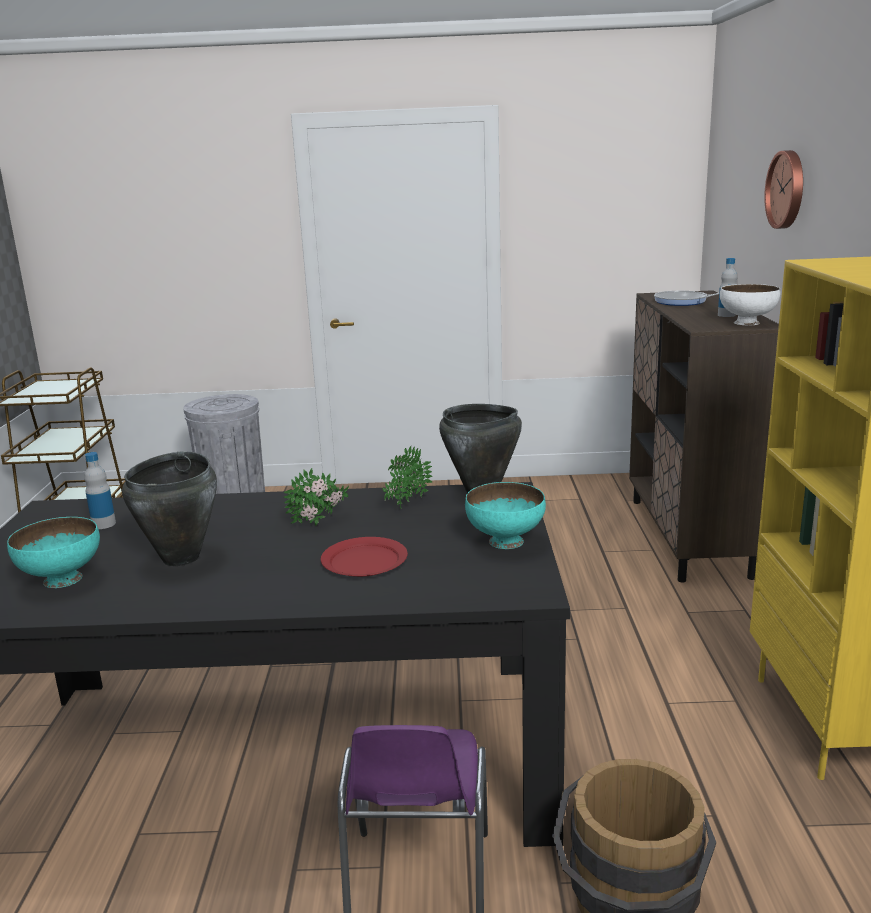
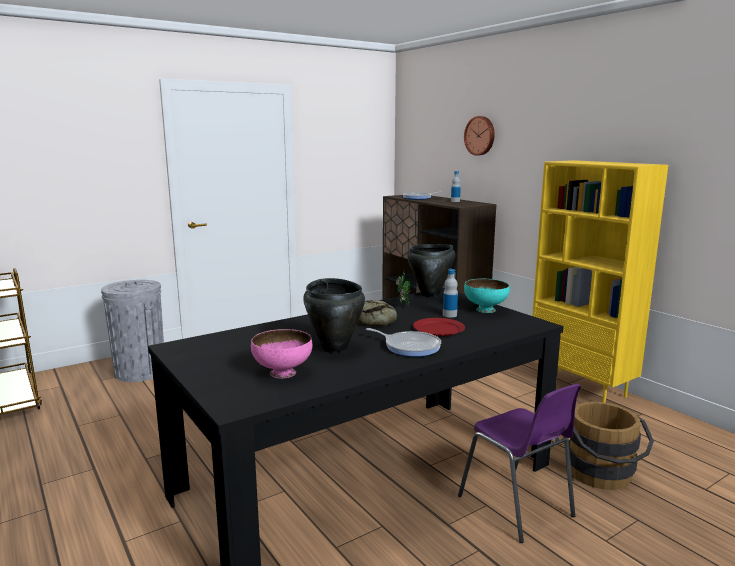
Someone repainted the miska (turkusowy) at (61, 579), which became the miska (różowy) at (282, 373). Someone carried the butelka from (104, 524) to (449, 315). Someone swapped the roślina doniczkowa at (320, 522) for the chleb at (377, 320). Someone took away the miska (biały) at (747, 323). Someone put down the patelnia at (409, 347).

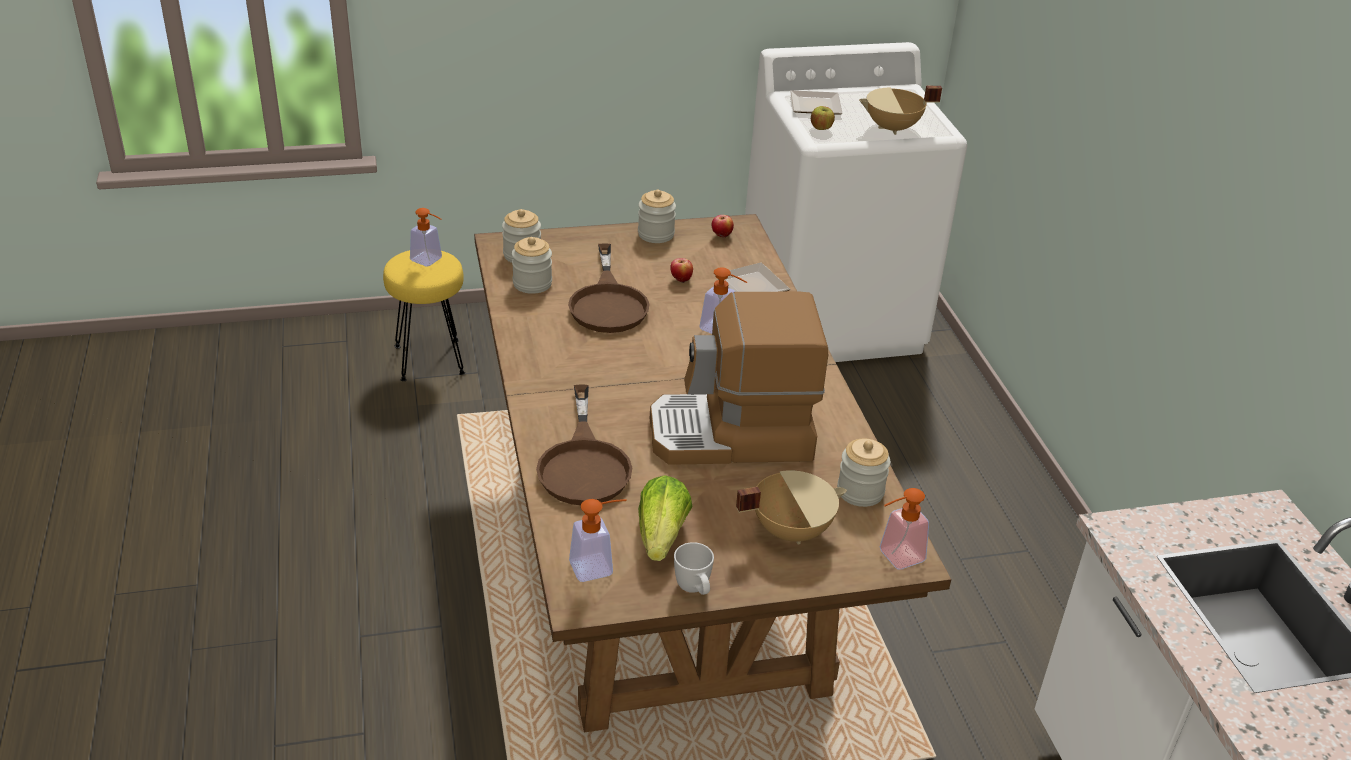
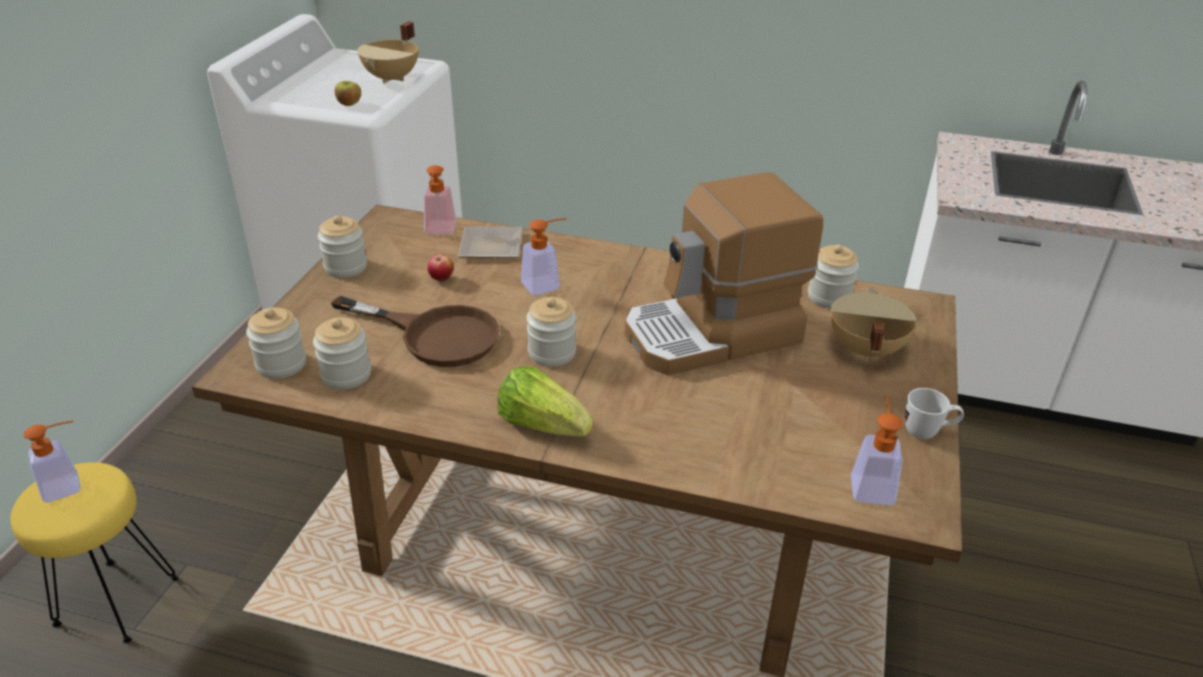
Someone took away the patelnia (brązowy) at (584, 463). Someone carried the sałata from (661, 536) to (542, 424). Someone rotated the ekspres do kawy at (732, 436) by 45 degrees clockwise. Someone took away the jabłko at (721, 236). Someone took away the talerz at (813, 107). Someone carried the dozownik mydła from (895, 558) to (439, 231). Someone put down the słoik at (552, 352).

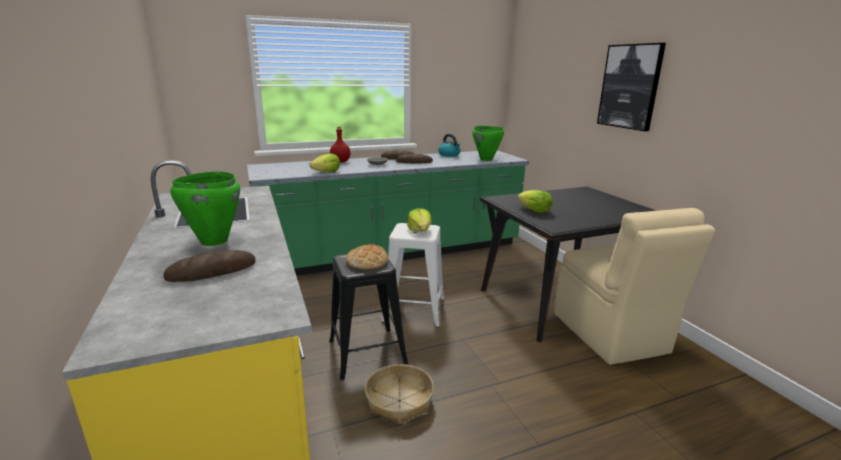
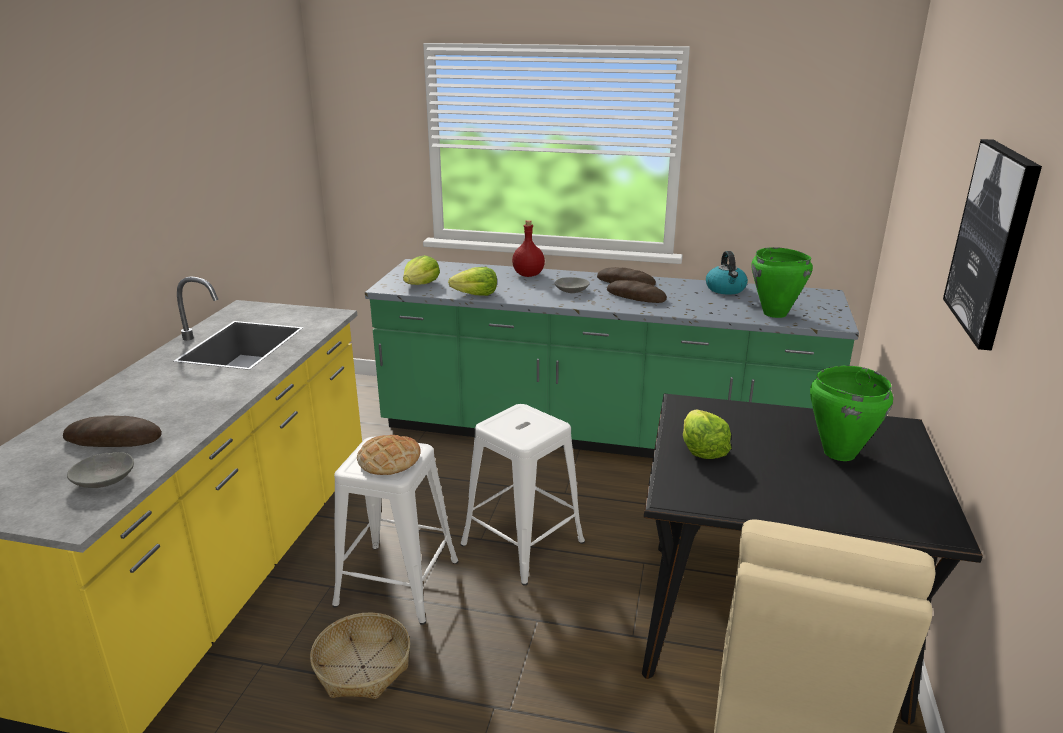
Someone carried the garnek (zielony) from (213, 241) to (838, 453). Someone repainted the stołek (czarny) at (367, 352), which became the stołek (biały) at (397, 582). Someone carried the sałata from (420, 230) to (421, 284). Someone put down the miska (szary) at (105, 479).

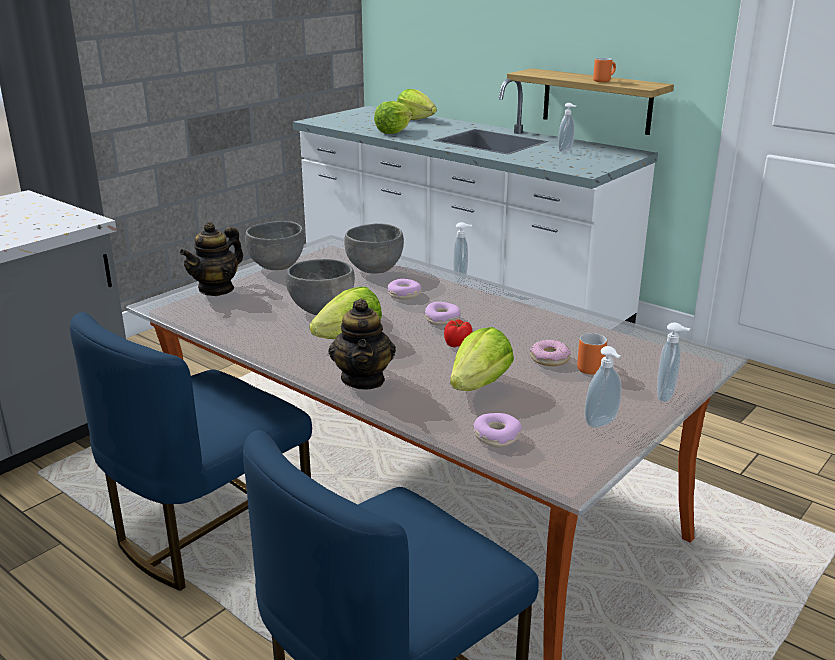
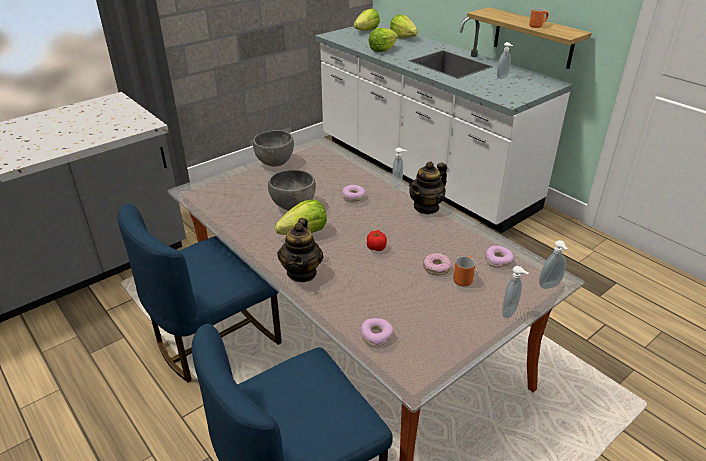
Someone carried the imbryk from (216, 289) to (426, 207). Someone took away the miska (szary) at (374, 269). Someone carried the donut from (442, 319) to (498, 260). Someone carried the sałata from (479, 385) to (366, 31). Someone carried the dozownik mydła from (602, 424) to (550, 286).

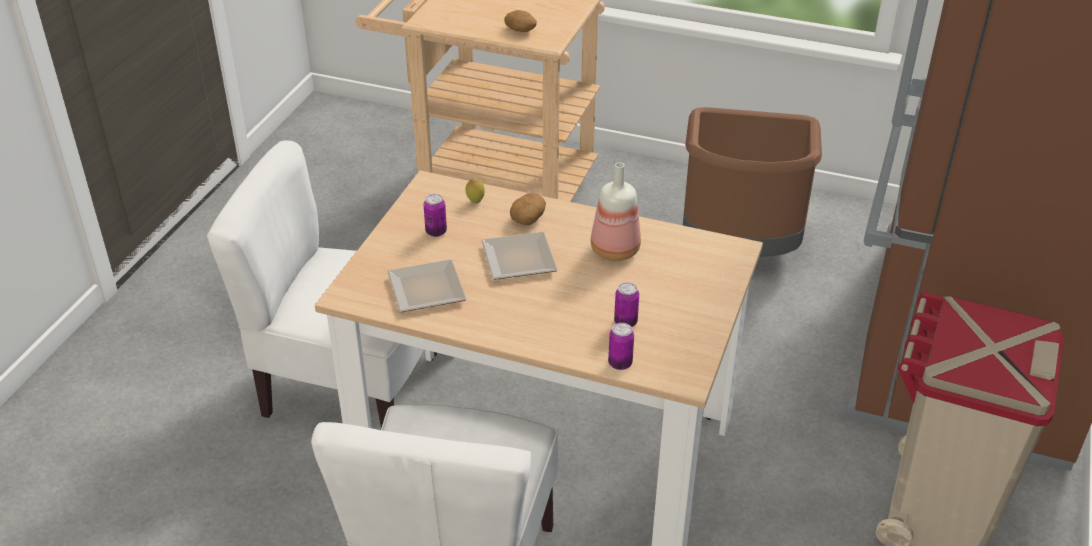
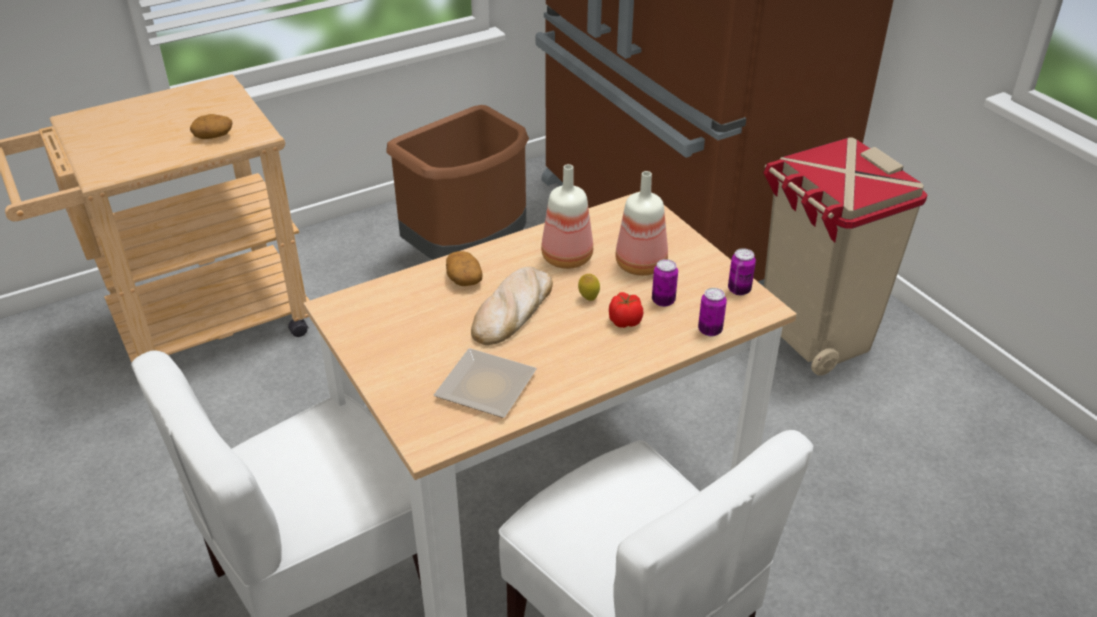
Someone carried the puszka from (436, 232) to (739, 290). Someone carried the cytryna from (475, 201) to (588, 298). Someone swapped the talerz at (520, 258) for the chleb at (512, 310). Someone put down the pomidor at (624, 321). Someone put down the butelka at (641, 264).

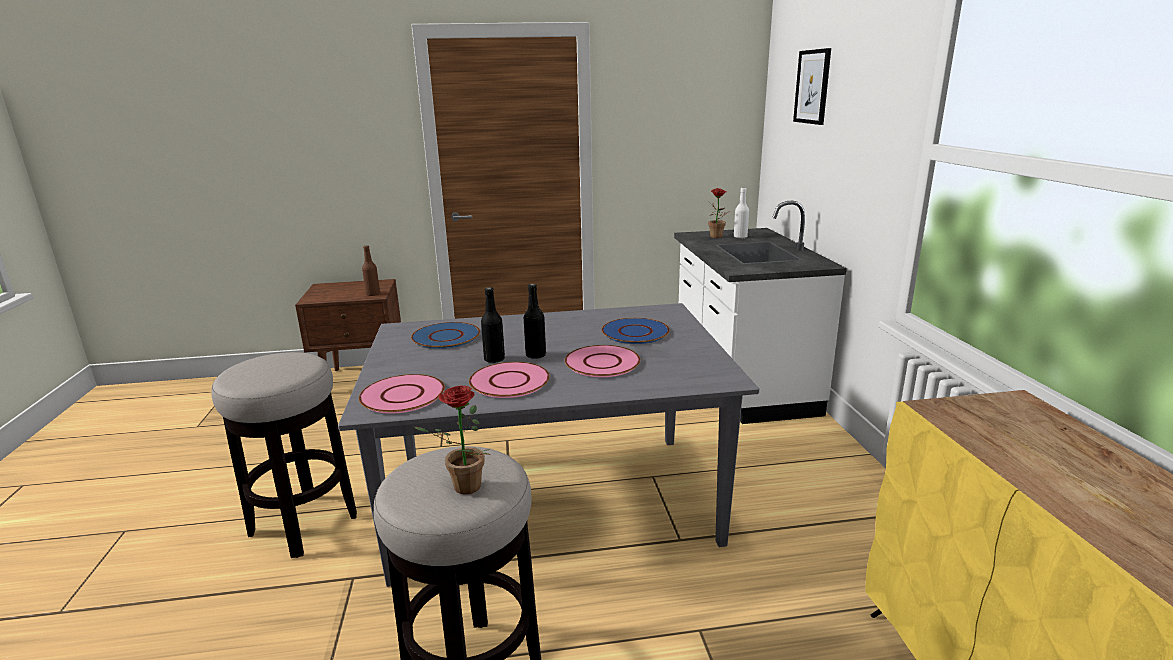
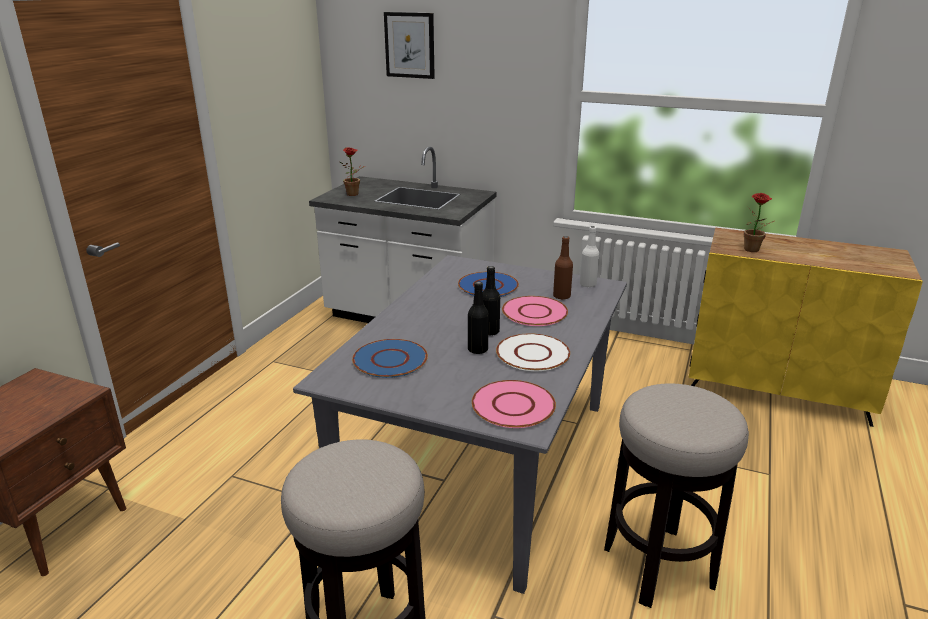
Someone carried the butelka (brązowy) from (373, 294) to (561, 296). Someone carried the roślina doniczkowa from (461, 488) to (752, 251). Someone repainted the talerz (różowy) at (510, 381), which became the talerz (biały) at (532, 353). Someone carried the butelka (biały) from (740, 237) to (588, 284).

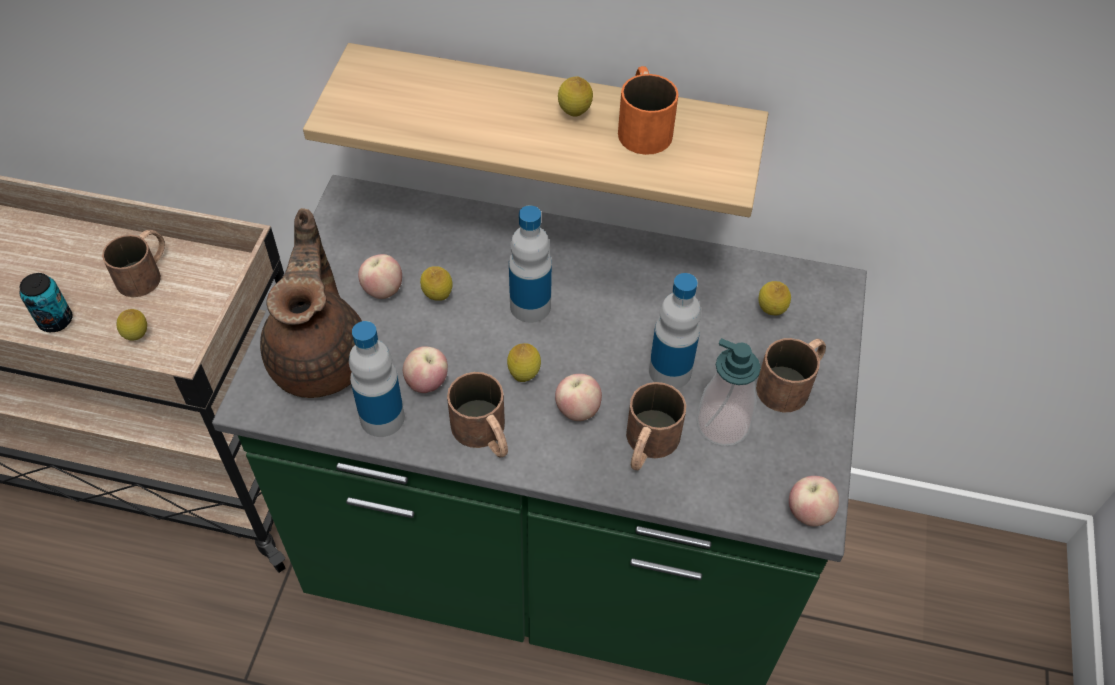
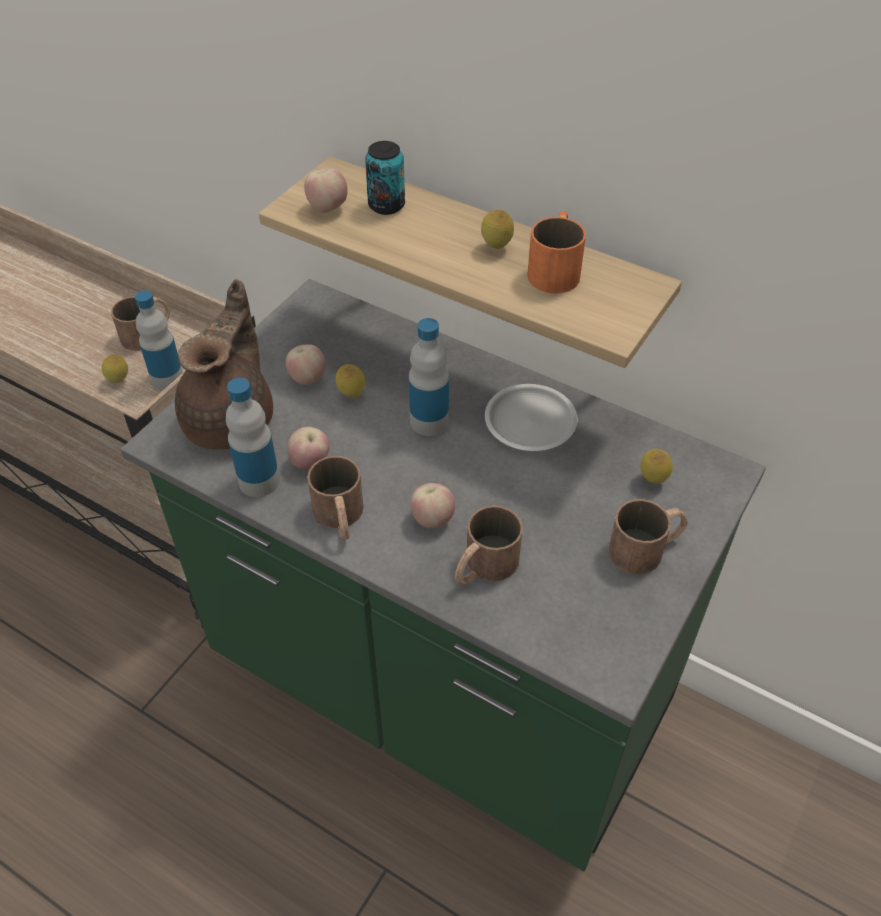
Someone carried the puszka from (56, 320) to (386, 205). Someone took away the cytryna at (524, 375). Someone carried the butelka from (670, 371) to (167, 378). Someone took away the dozownik mydła at (722, 425). Someone carried the jabłko from (808, 513) to (327, 208). Someone put down the talerz (biały) at (530, 422).

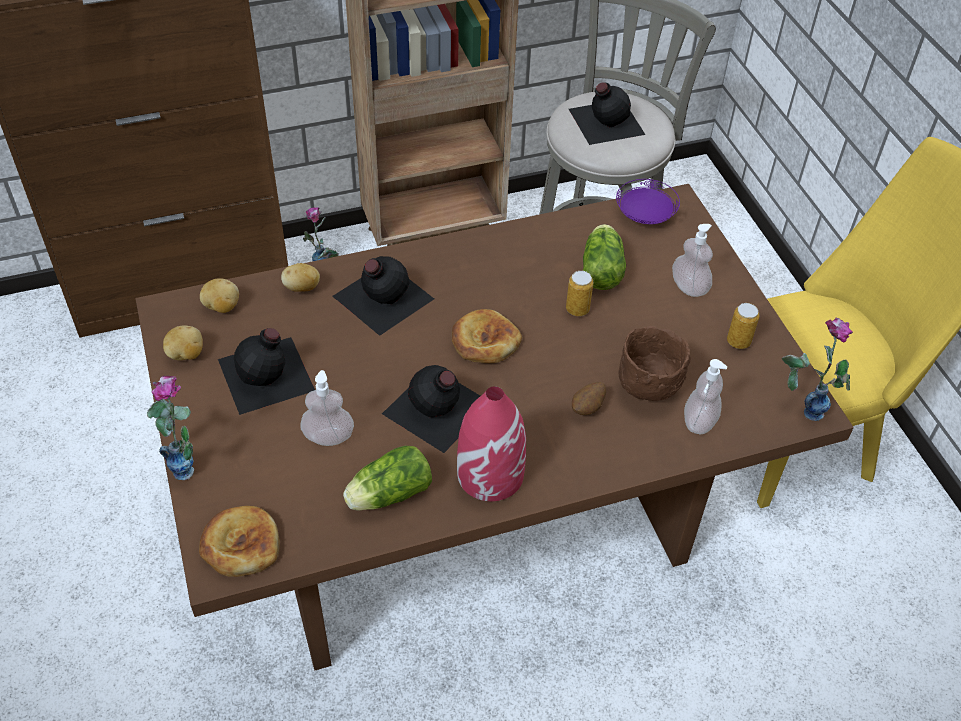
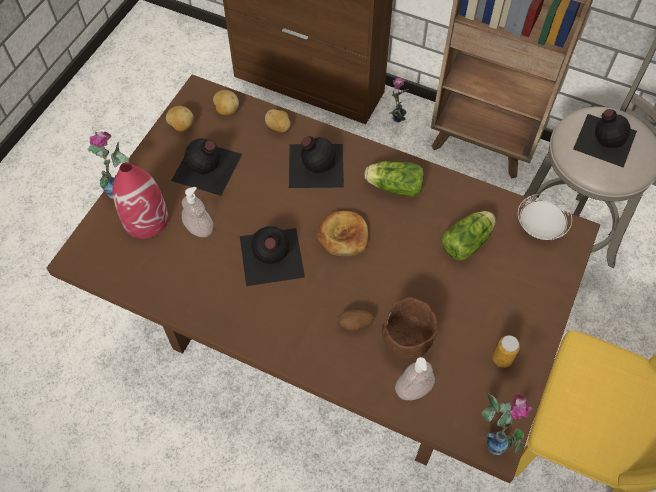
Someone took away the chleb at (241, 544). Someone carried the sałata from (387, 495) to (392, 186). Someone carried the wazon (czerwony) from (490, 473) to (146, 219). Someone took away the puszka at (577, 309). Someone repainted the talerz (fioletowy) at (645, 215), which became the talerz (biały) at (540, 226). Someone took away the dozownik mydła at (689, 287).

